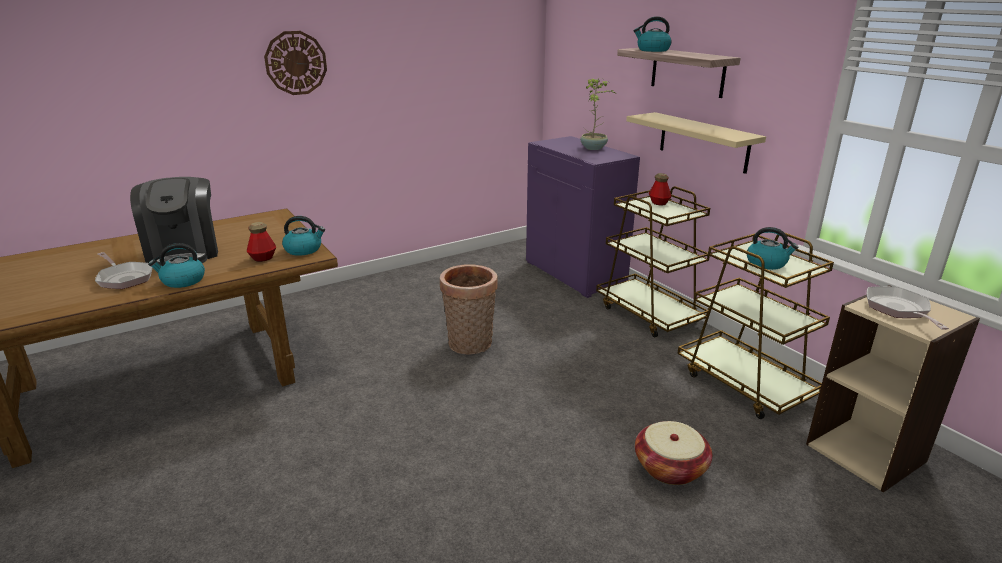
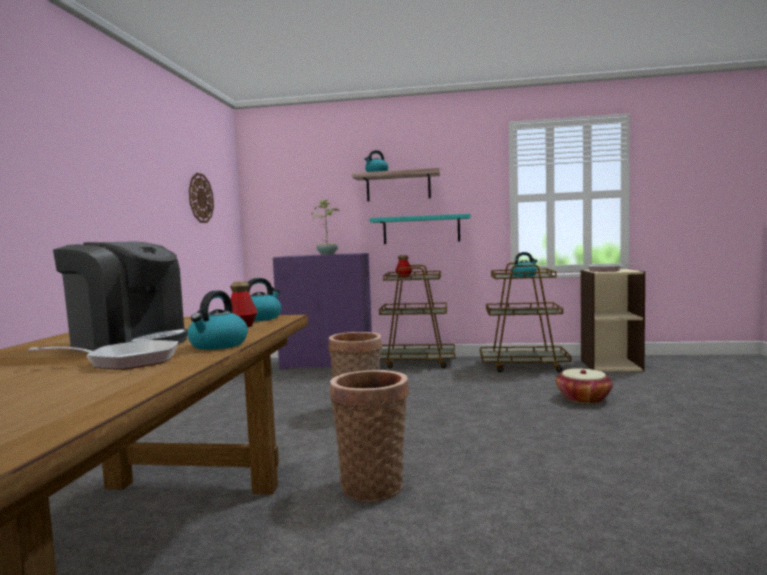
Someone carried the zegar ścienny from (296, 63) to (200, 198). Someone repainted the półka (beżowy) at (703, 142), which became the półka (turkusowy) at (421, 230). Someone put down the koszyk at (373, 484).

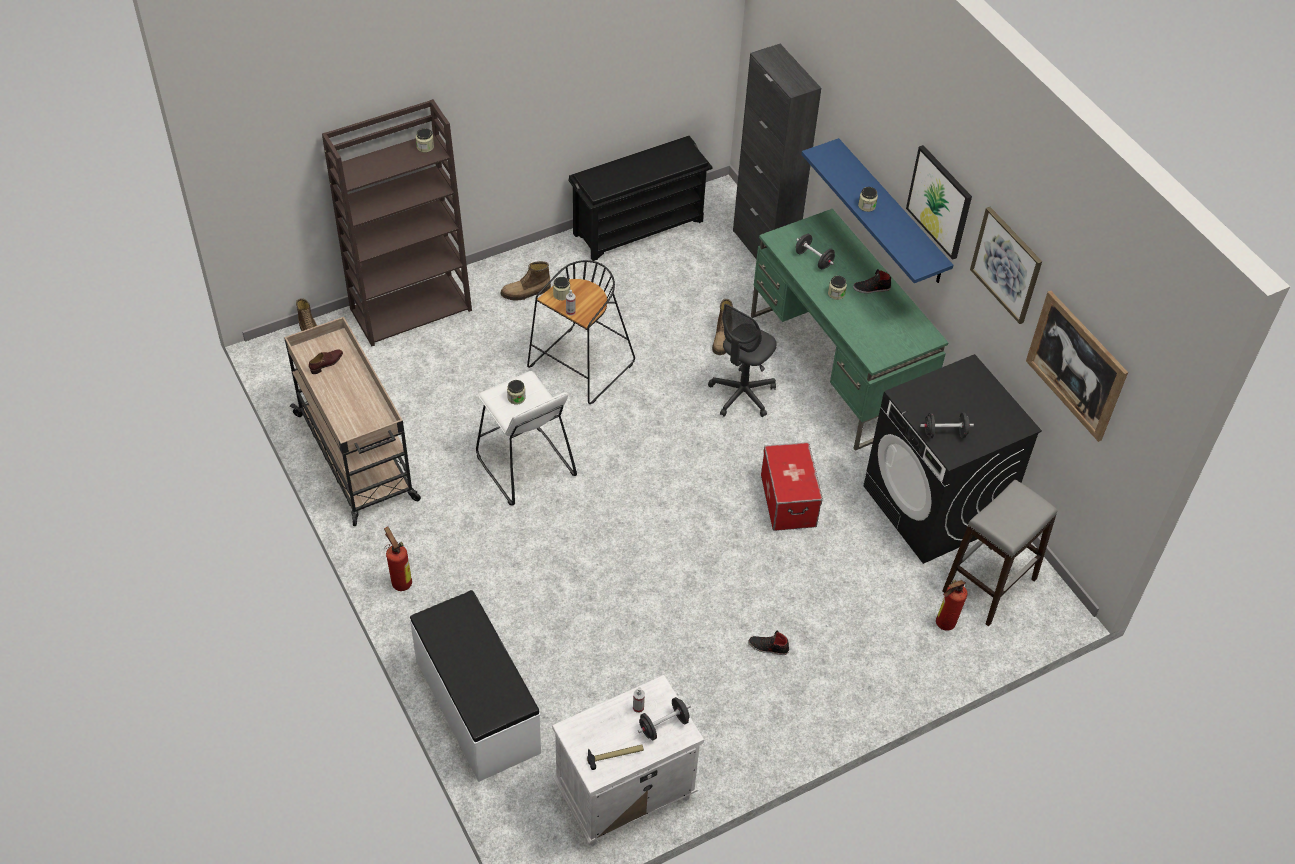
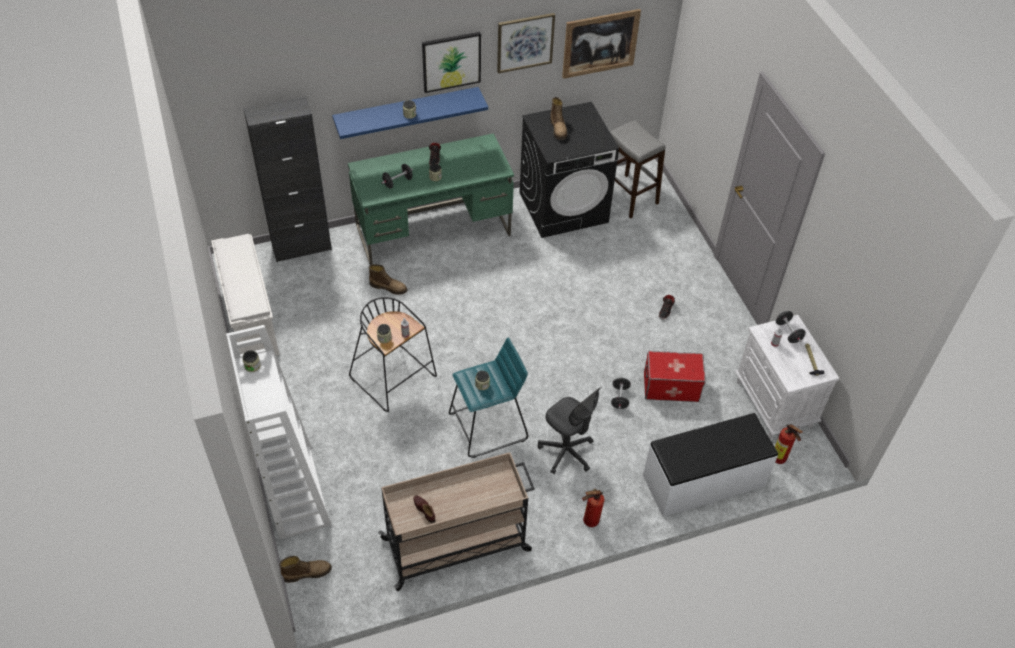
Someone repainted the regał (brązowy) at (411, 308), which became the regał (biały) at (294, 490). Someone repainted the stołek (biały) at (524, 466), which became the stołek (turkusowy) at (488, 427). Someone carried the but z cholewką from (526, 292) to (558, 129). Someone repainted the regał na buty (czarny) at (639, 226), which became the regał na buty (biały) at (250, 319). Someone carried the krzesło biurowe (szary) from (742, 395) to (566, 452). Someone carried the pojemnik do przechowywania from (787, 500) to (671, 387). Someone carried the hantel (czarny) from (944, 433) to (619, 398). Someone carried the gaśnica from (943, 624) to (780, 460).

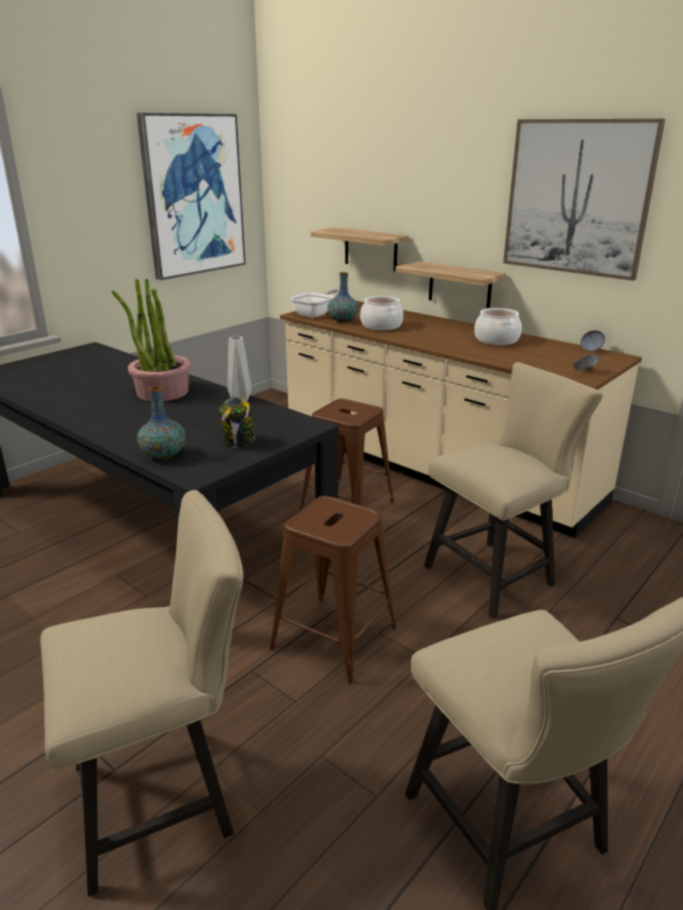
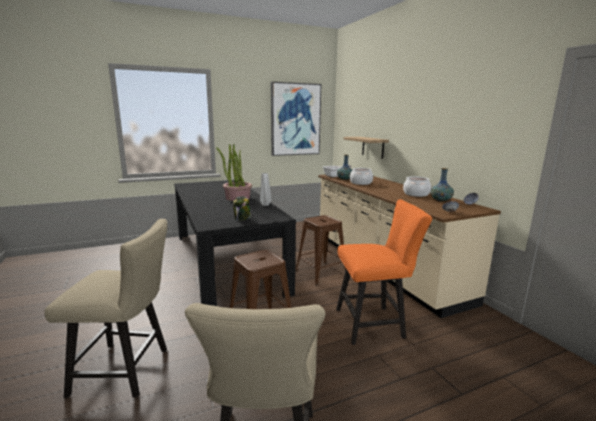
Someone carried the wazon from (164, 455) to (441, 200). Someone took away the półka at (459, 286). Someone repainted the krzesło (beżowy) at (496, 573), which became the krzesło (pomarańczowy) at (374, 323). Someone took away the obraz at (577, 198).

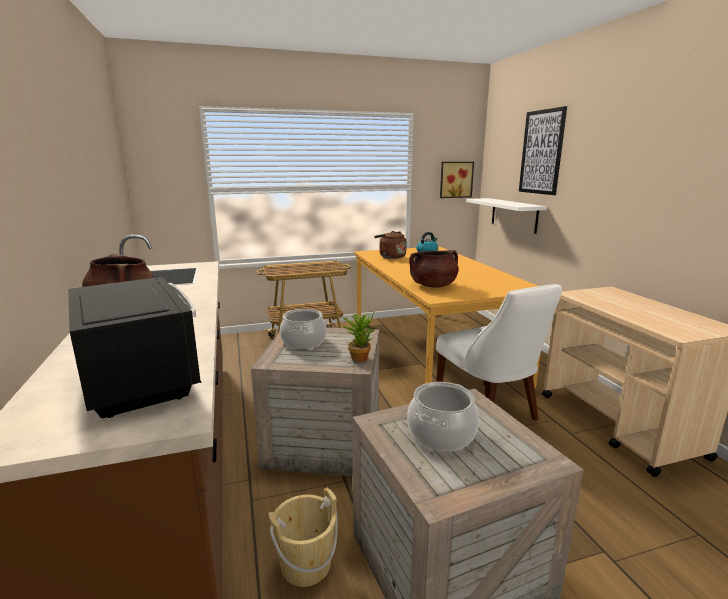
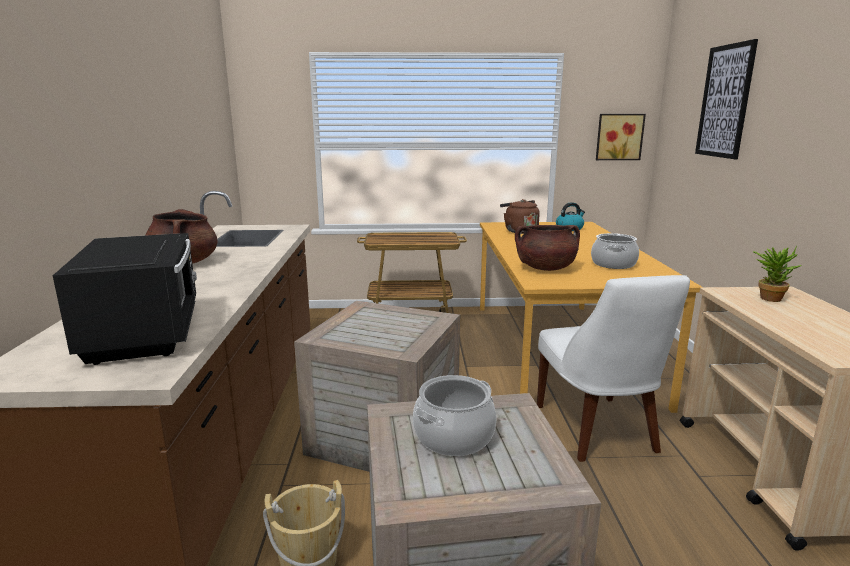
Someone carried the garnek from (304, 341) to (613, 264). Someone carried the roślina doniczkowa from (359, 357) to (769, 297). Someone took away the półka (biały) at (514, 215).

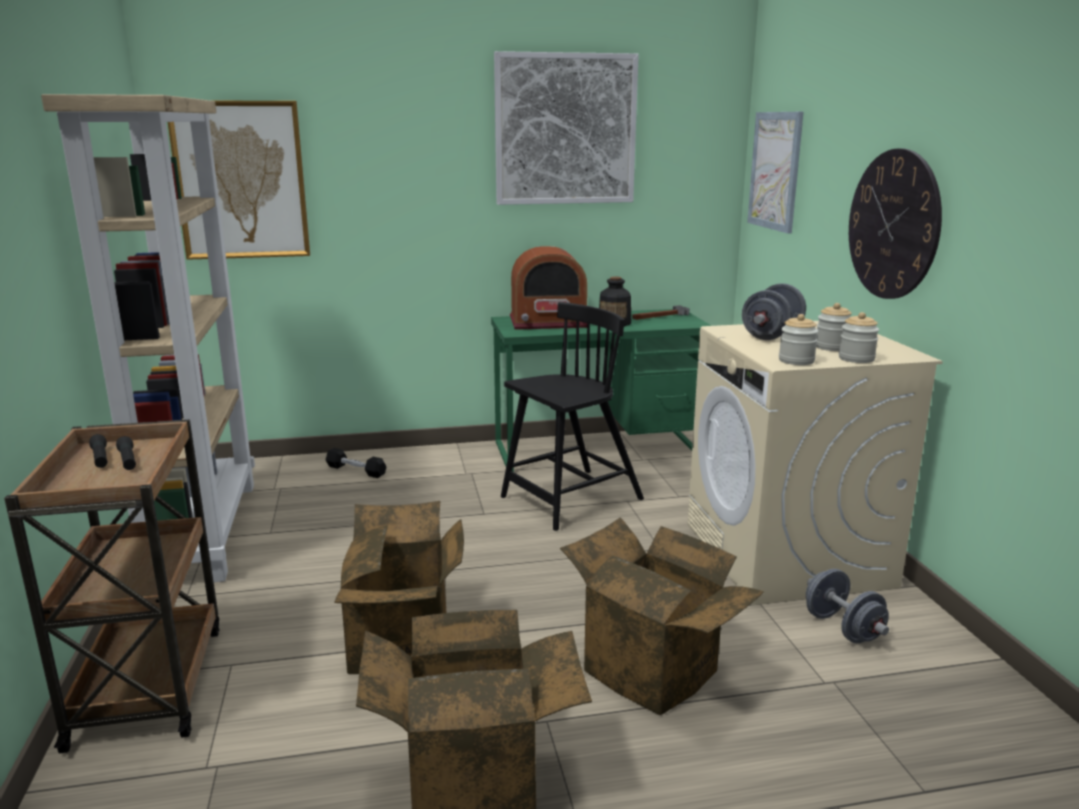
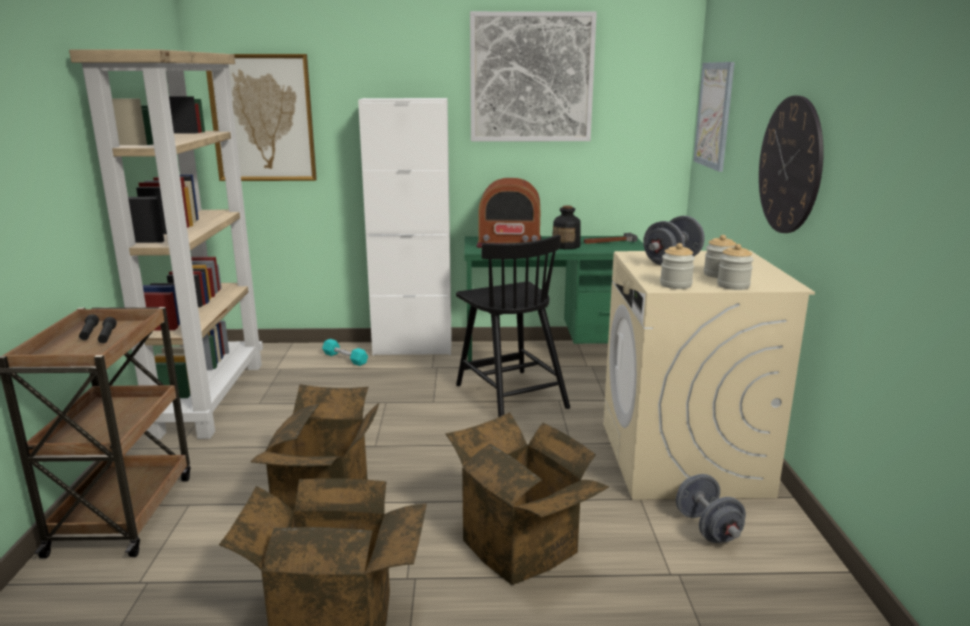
Someone repainted the hantel (czarny) at (356, 470), which became the hantel (turkusowy) at (345, 358). Someone rotated the krzesło (czarny) at (570, 499) by 90 degrees clockwise. Someone put down the szafka (biały) at (412, 349).

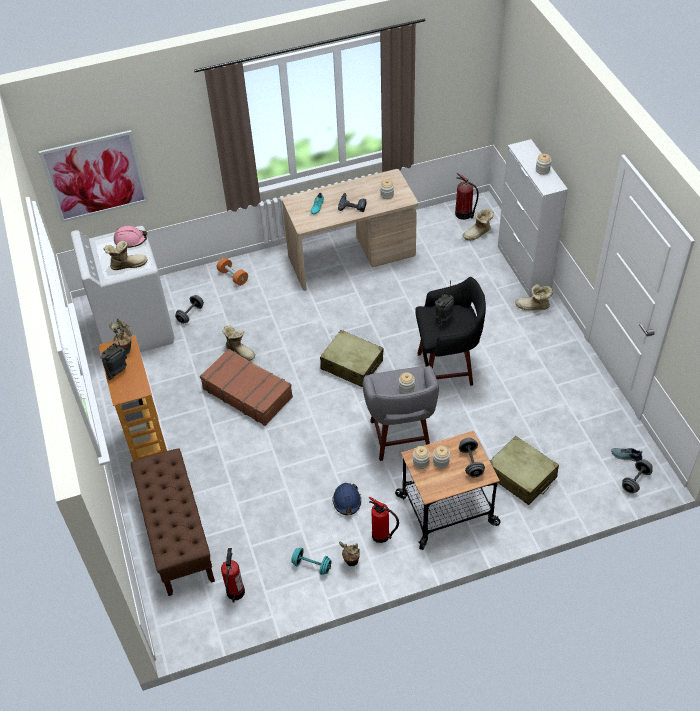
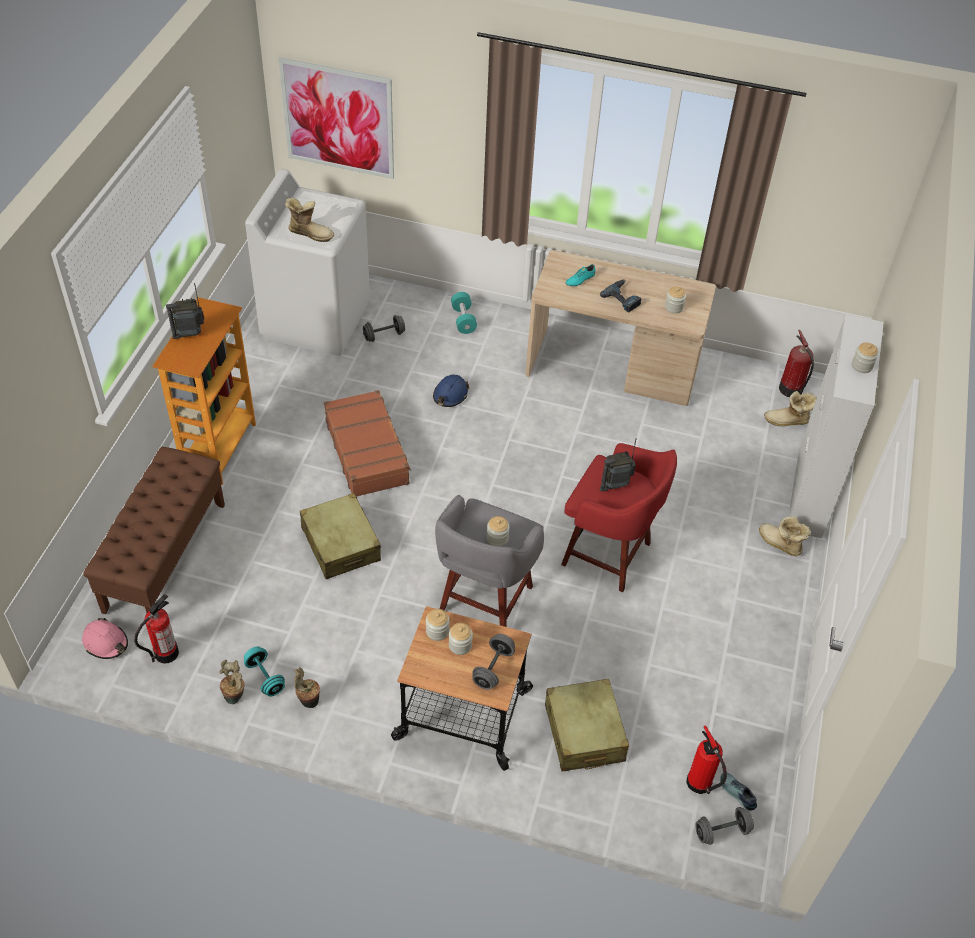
Someone carried the roślina doniczkowa from (126, 349) to (235, 696). Someone carried the kask (różowy) from (131, 240) to (106, 642). Someone repainted the hantel (pomarańczowy) at (233, 276), which became the hantel (turkusowy) at (463, 320). Someone took away the but z cholewką at (240, 351). Someone carried the walizka (beżowy) from (352, 365) to (341, 544). Someone carried the kask (niebieski) from (347, 501) to (450, 395). Someone carried the gaśnica from (382, 536) to (700, 785). Someone repainted the stołek (czarny) at (447, 368), which became the stołek (czerwony) at (609, 555).

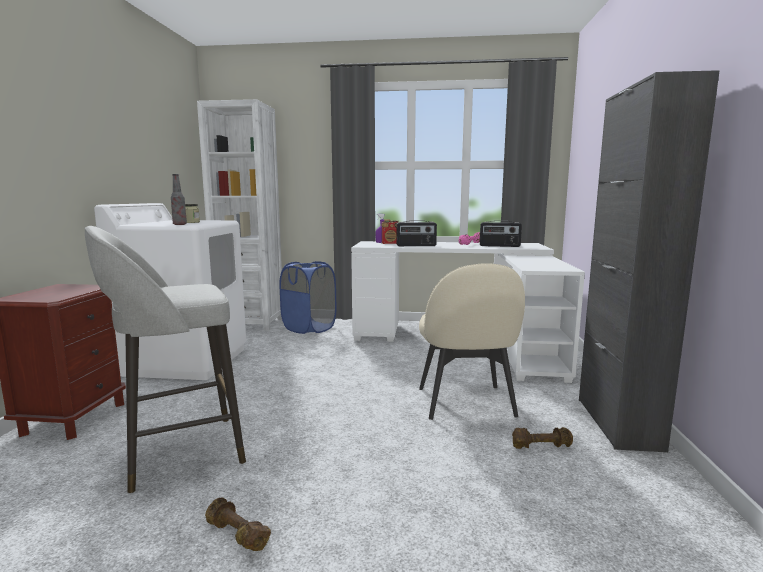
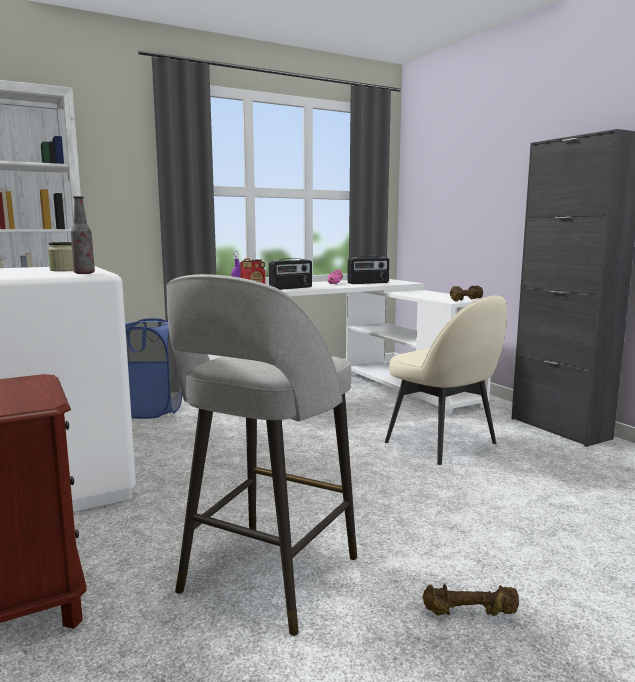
Someone carried the hantel (brązowy) from (541, 446) to (465, 300).

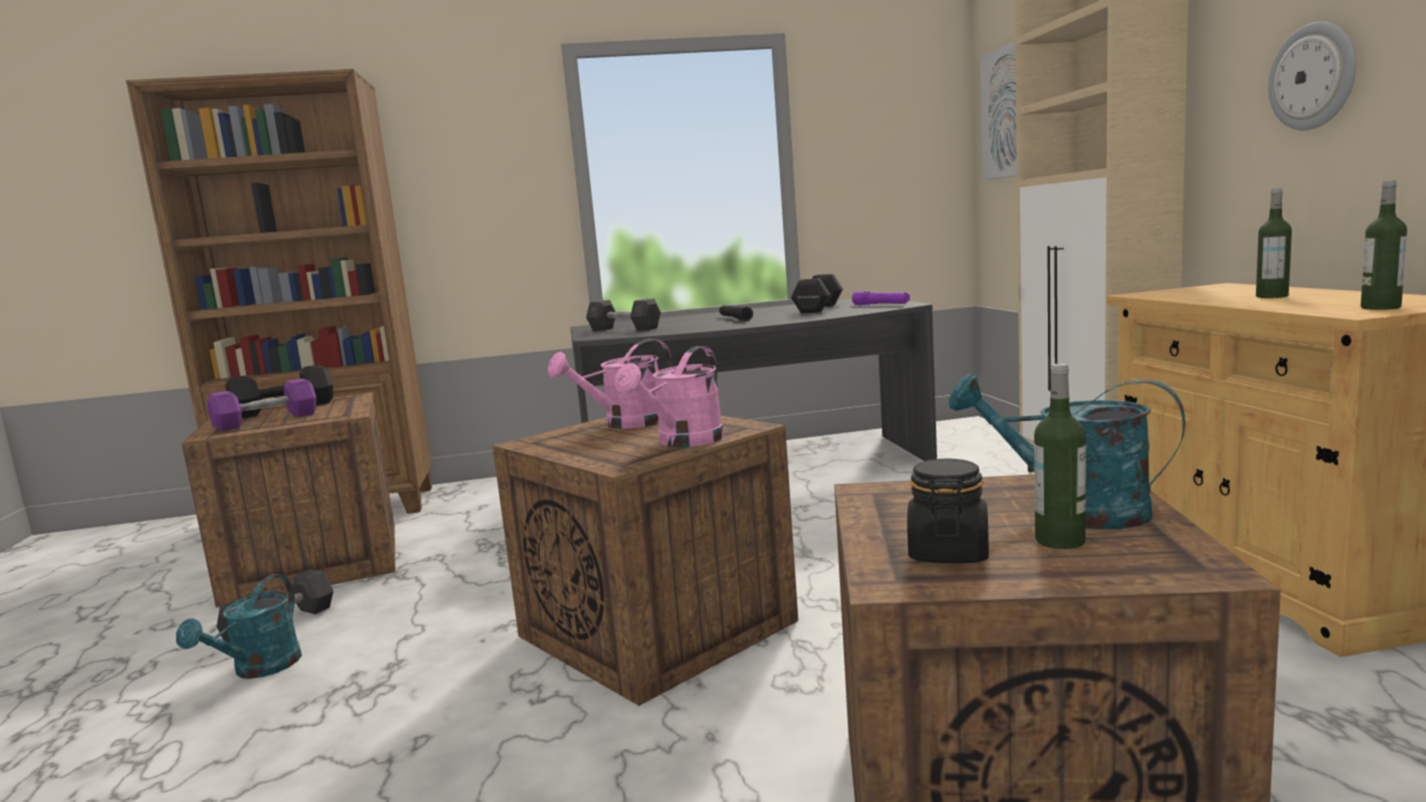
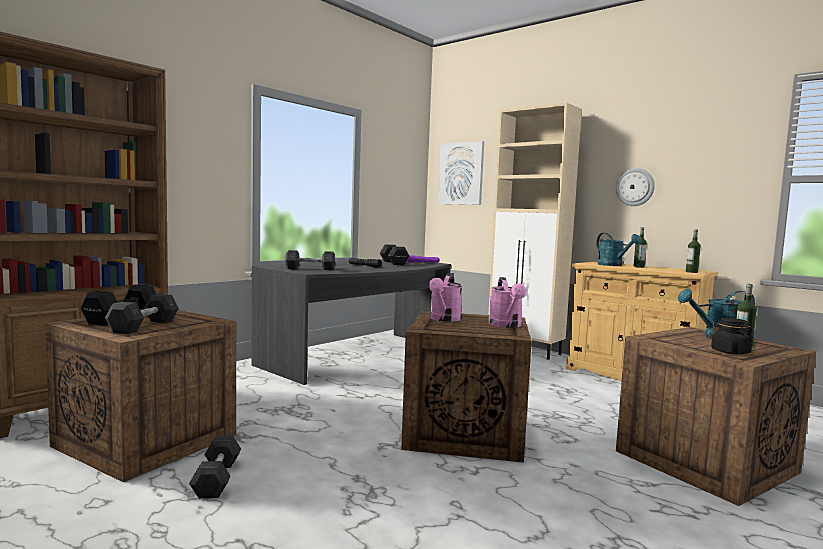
Someone carried the konewka (turkusowy) from (259, 669) to (613, 265). Someone repainted the hantel (fioletowy) at (266, 421), which became the hantel (szary) at (144, 326).

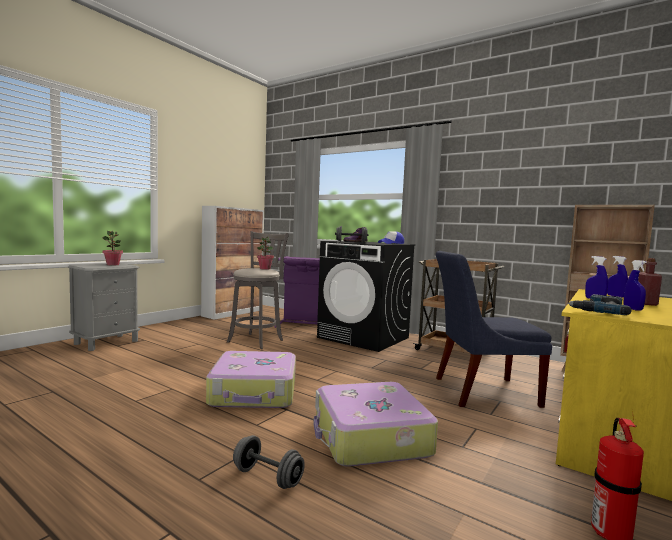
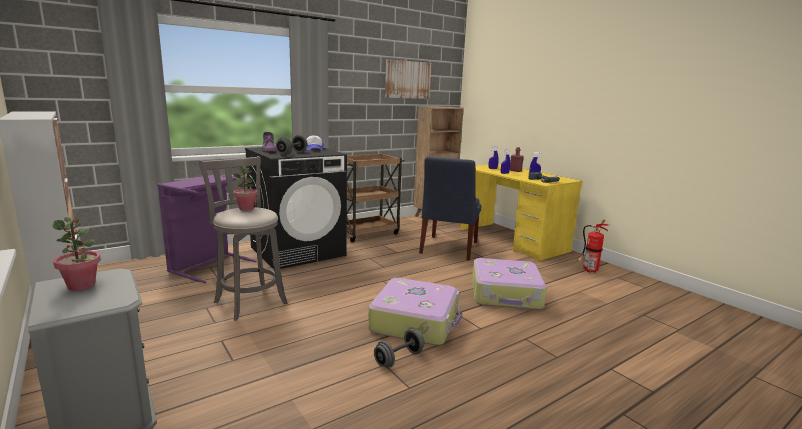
Someone carried the hantel (szary) from (267, 477) to (399, 358). Someone put up the obraz at (407, 79).

